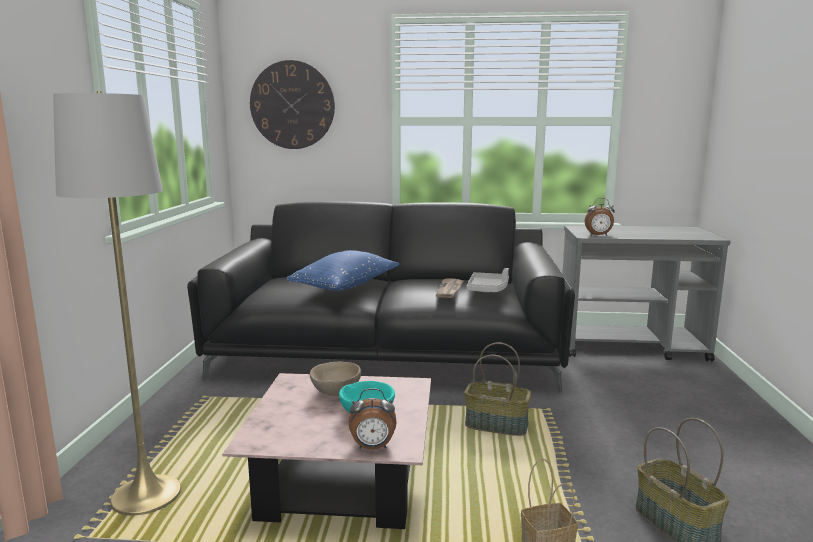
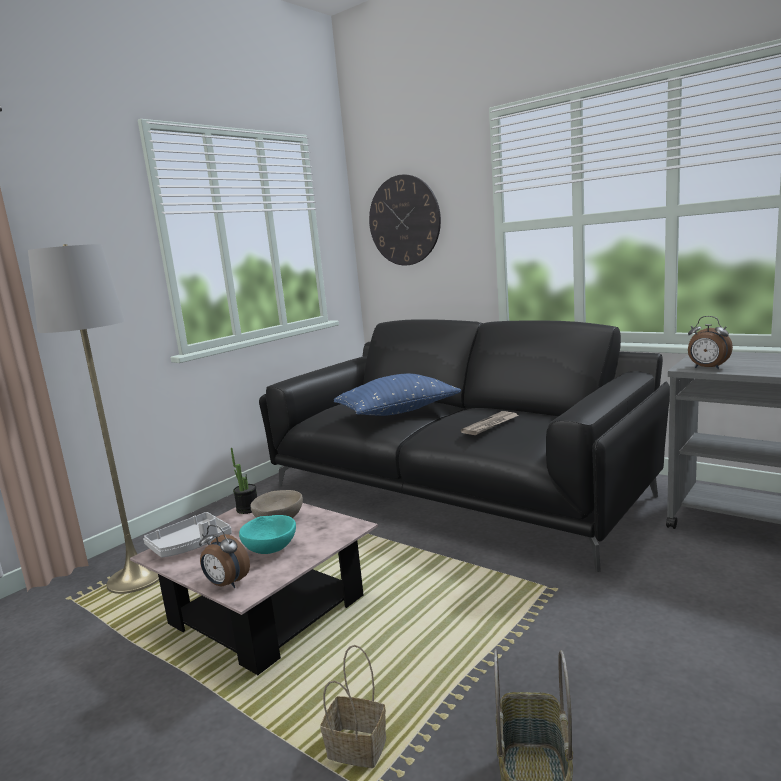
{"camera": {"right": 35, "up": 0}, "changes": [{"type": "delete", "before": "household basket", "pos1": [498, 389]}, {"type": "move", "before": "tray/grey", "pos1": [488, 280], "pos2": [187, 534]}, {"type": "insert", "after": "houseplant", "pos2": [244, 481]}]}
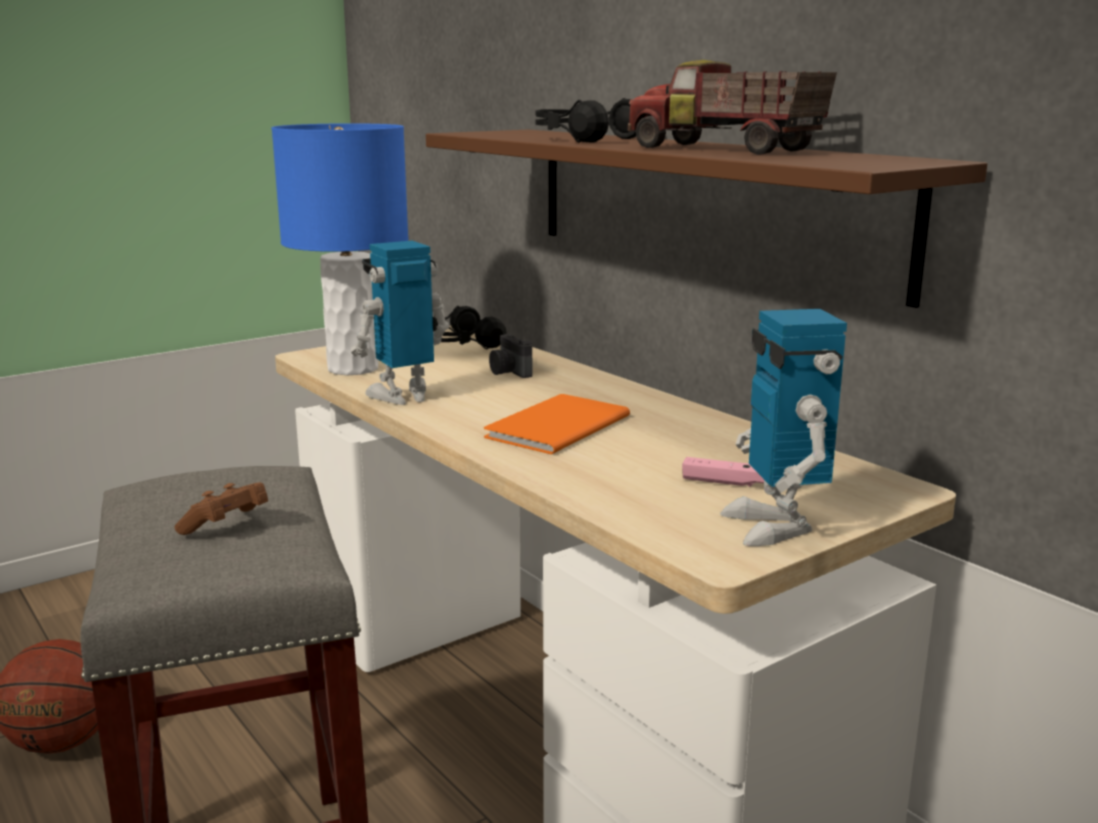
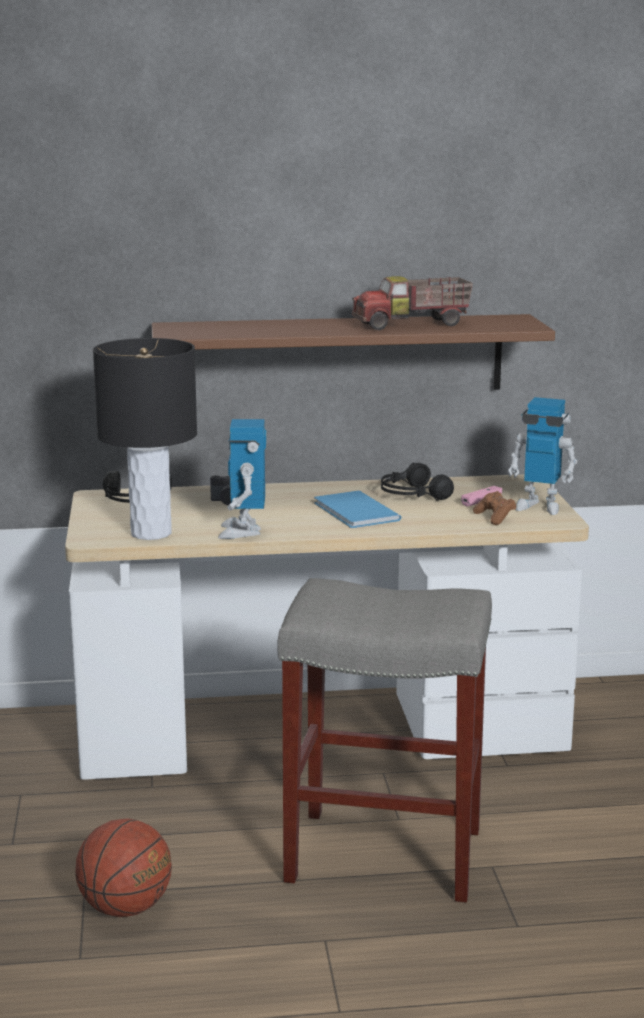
{"camera": {"right": -60, "up": 0}, "changes": [{"type": "move", "before": "gamepad/brownish", "pos1": [221, 508], "pos2": [494, 508]}, {"type": "recolor", "before": "table lamp/bluish", "after": "table lamp/black", "pos1": [340, 249], "pos2": [145, 439]}, {"type": "recolor", "before": "book/orange-coloured", "after": "book/bluish", "pos1": [557, 424], "pos2": [357, 509]}, {"type": "move", "before": "headphones/black", "pos1": [585, 120], "pos2": [417, 482]}]}
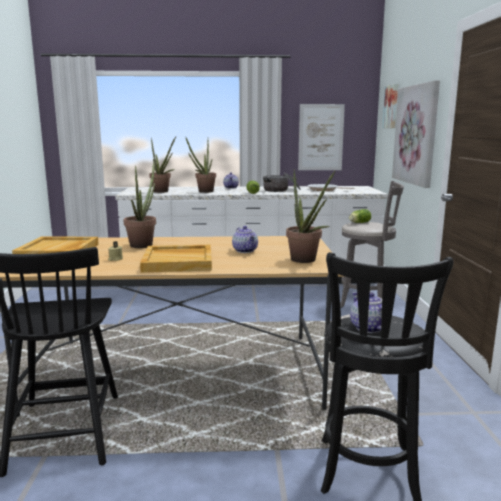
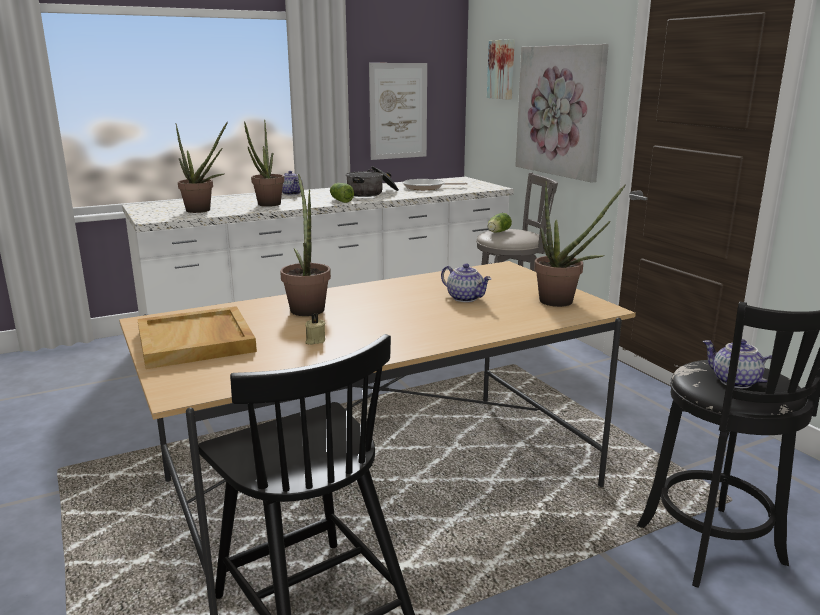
{"camera": {"right": -25, "up": 5}, "changes": [{"type": "delete", "before": "tray/beige-coloured", "pos1": [176, 258]}]}
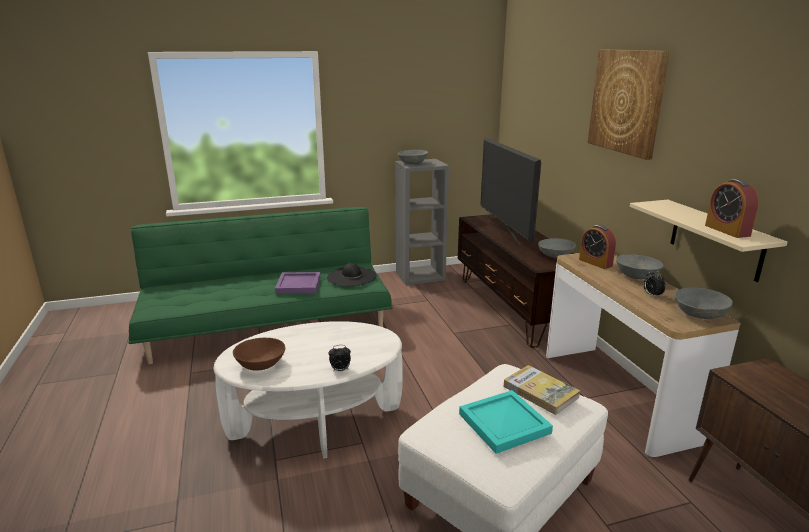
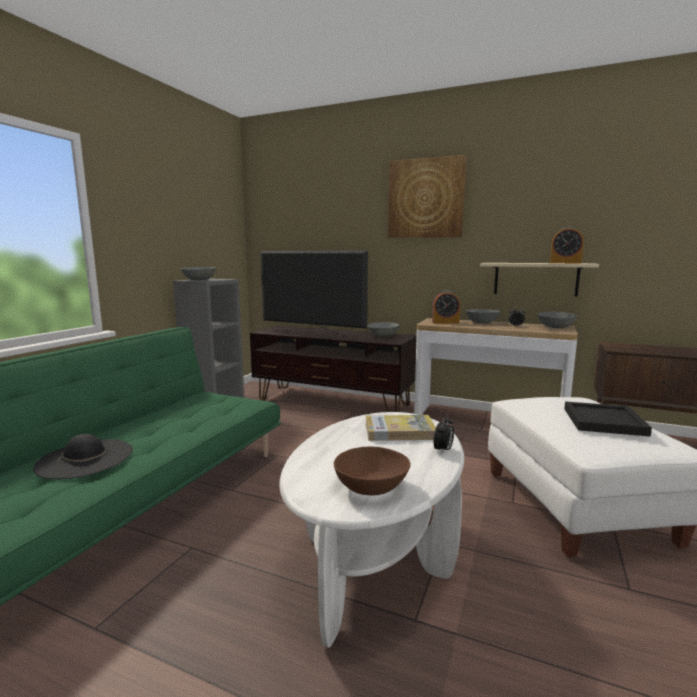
{"camera": {"right": -50, "up": -10}, "changes": [{"type": "delete", "before": "tray/purple-coloured", "pos1": [298, 283]}, {"type": "move", "before": "hat/black", "pos1": [352, 275], "pos2": [83, 456]}, {"type": "recolor", "before": "tray/turquoise", "after": "tray/black", "pos1": [506, 422], "pos2": [608, 419]}, {"type": "move", "before": "book", "pos1": [541, 390], "pos2": [400, 428]}]}
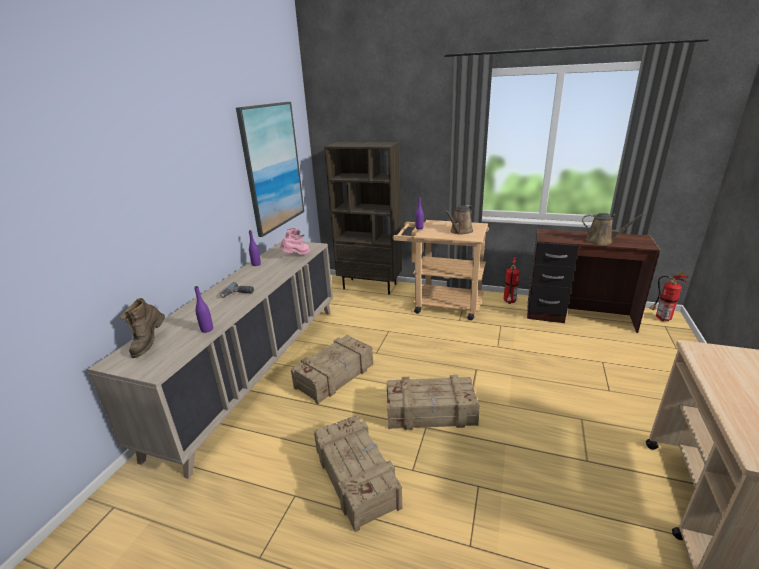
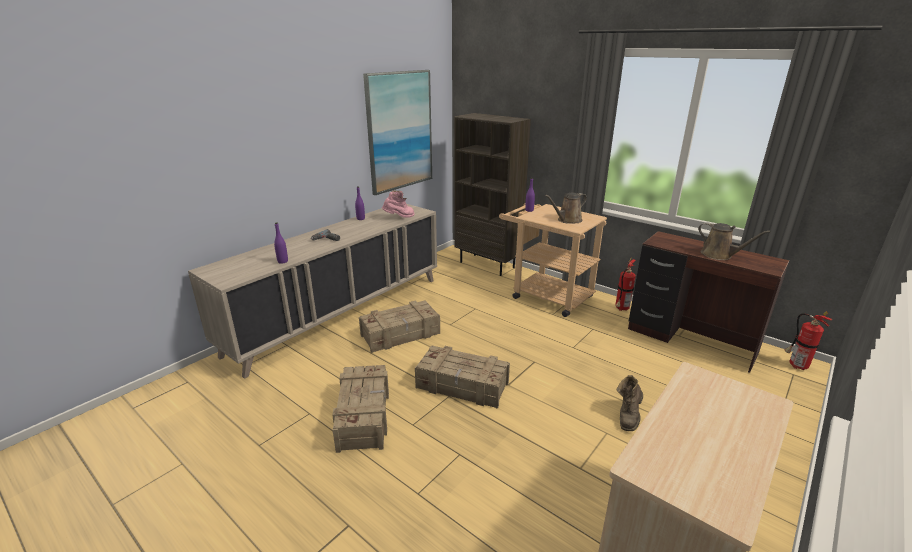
{"camera": {"right": 20, "up": 0}, "changes": [{"type": "move", "before": "high-top boot/brownish", "pos1": [142, 328], "pos2": [630, 403]}]}
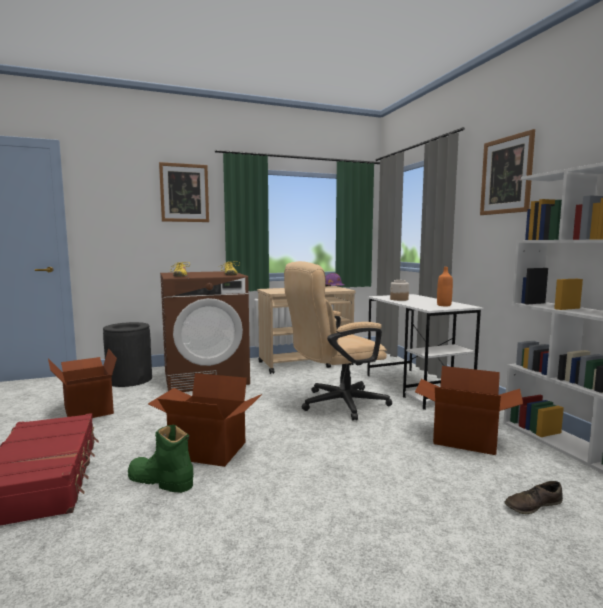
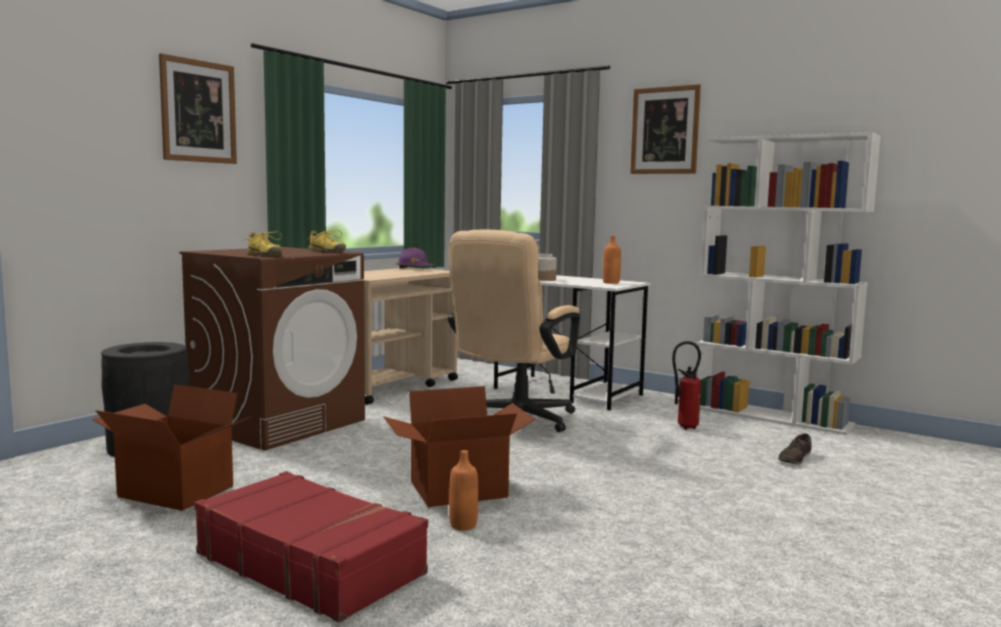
{"camera": {"right": -35, "up": 0}, "changes": [{"type": "replace", "before": "high-top boot/green-coloured", "after": "beverage bottle/orange-coloured", "pos1": [161, 459], "pos2": [463, 490]}, {"type": "replace", "before": "carton", "after": "fire extinguisher", "pos1": [469, 410], "pos2": [686, 385]}]}
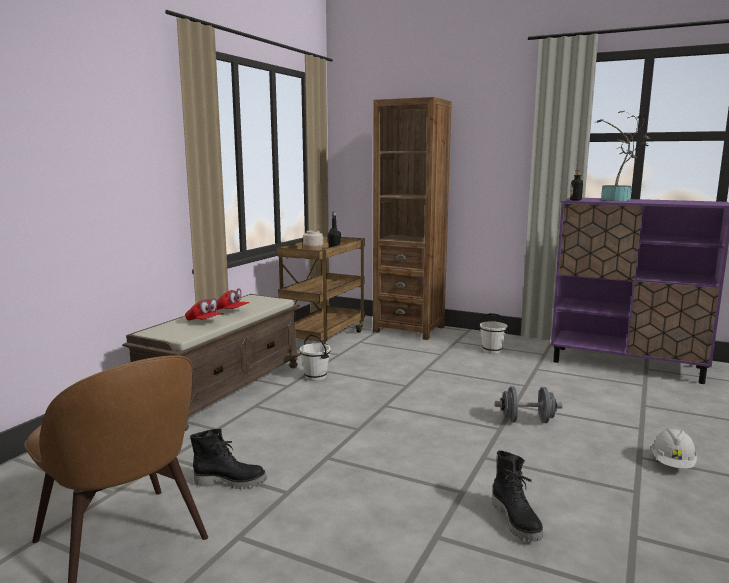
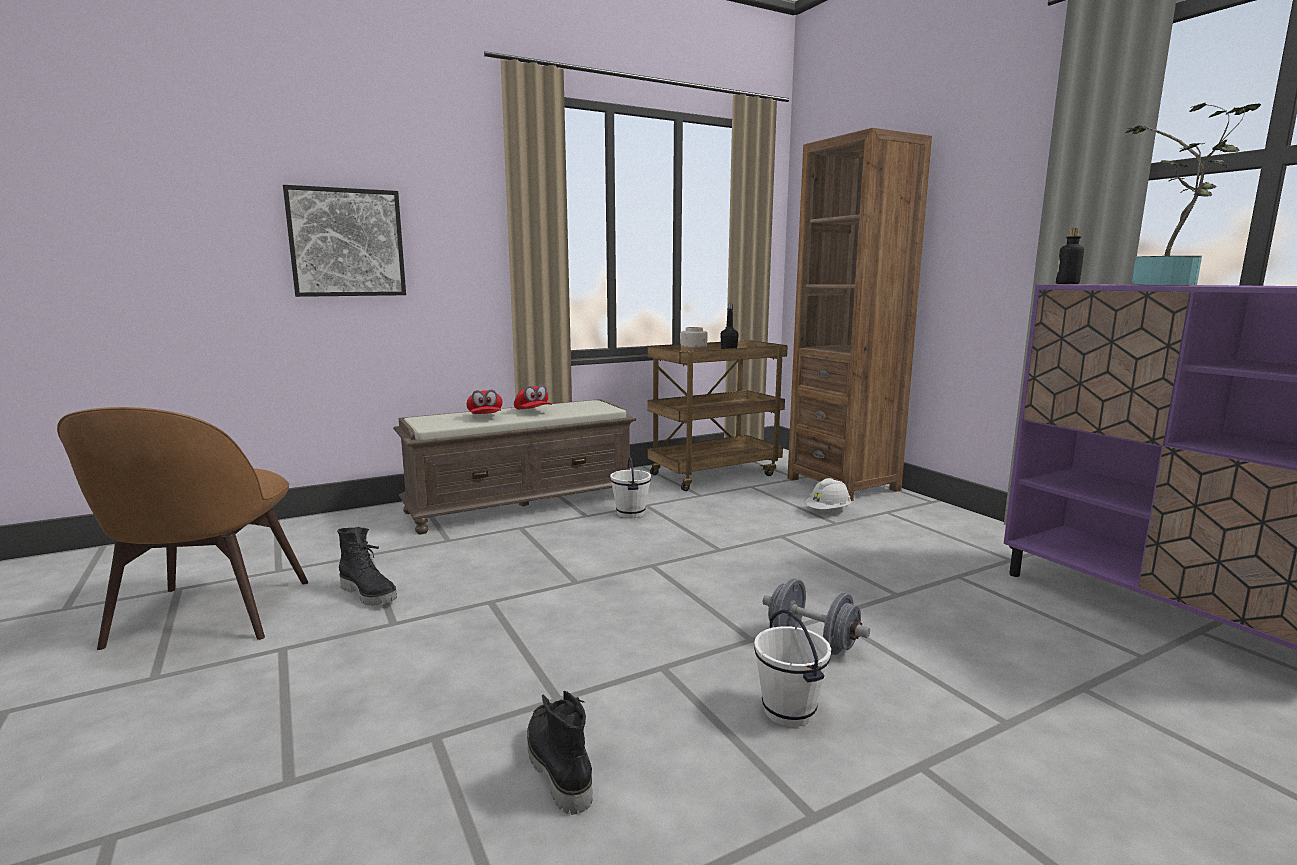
{"camera": {"right": 35, "up": 0}, "changes": [{"type": "move", "before": "water bucket/white", "pos1": [493, 333], "pos2": [792, 668]}, {"type": "rotate", "before": "high-top boot/black", "pos1": [517, 496], "pos2": [559, 752], "turn": 135}, {"type": "move", "before": "work helmet/white", "pos1": [674, 448], "pos2": [828, 493]}, {"type": "insert", "after": "picture", "pos2": [344, 241]}]}
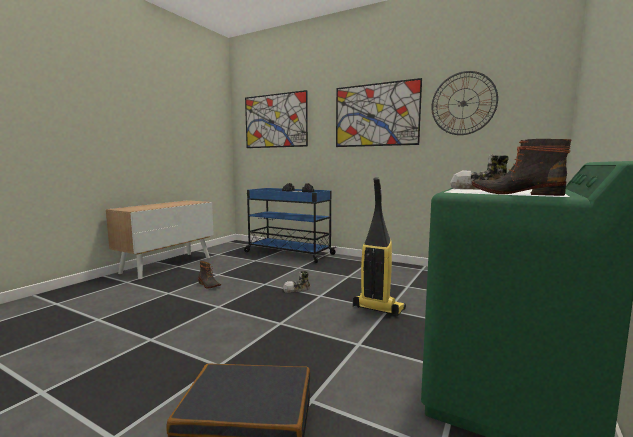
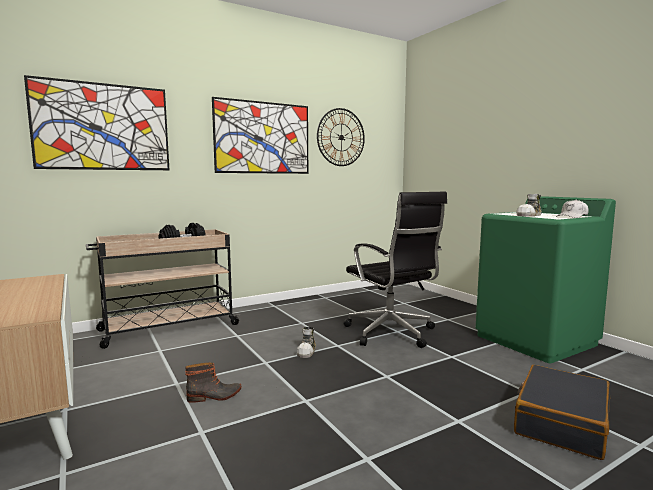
{"camera": {"right": -60, "up": 0}, "changes": [{"type": "recolor", "before": "trolley/bluish", "after": "trolley/beige-coloured", "pos1": [290, 225], "pos2": [163, 289]}, {"type": "replace", "before": "vacuum", "after": "computer chair/black", "pos1": [379, 246], "pos2": [395, 269]}, {"type": "replace", "before": "high-top boot", "after": "baseball cap/white", "pos1": [521, 167], "pos2": [572, 209]}]}
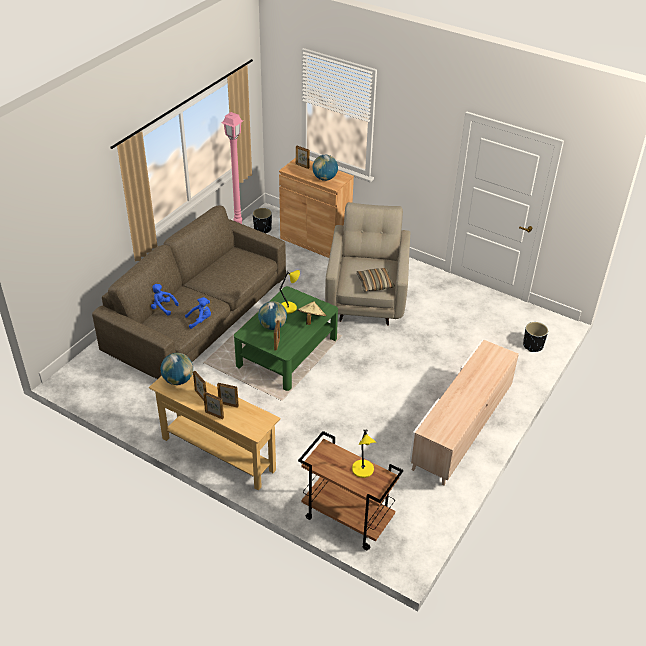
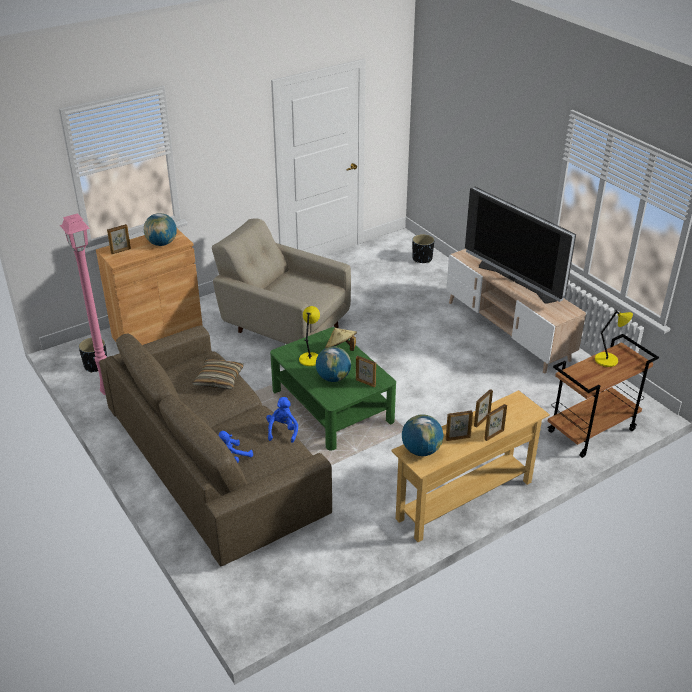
{"camera": {"right": -65, "up": -5}, "changes": [{"type": "move", "before": "cushion", "pos1": [375, 280], "pos2": [218, 374]}, {"type": "insert", "after": "television", "pos2": [520, 245]}]}
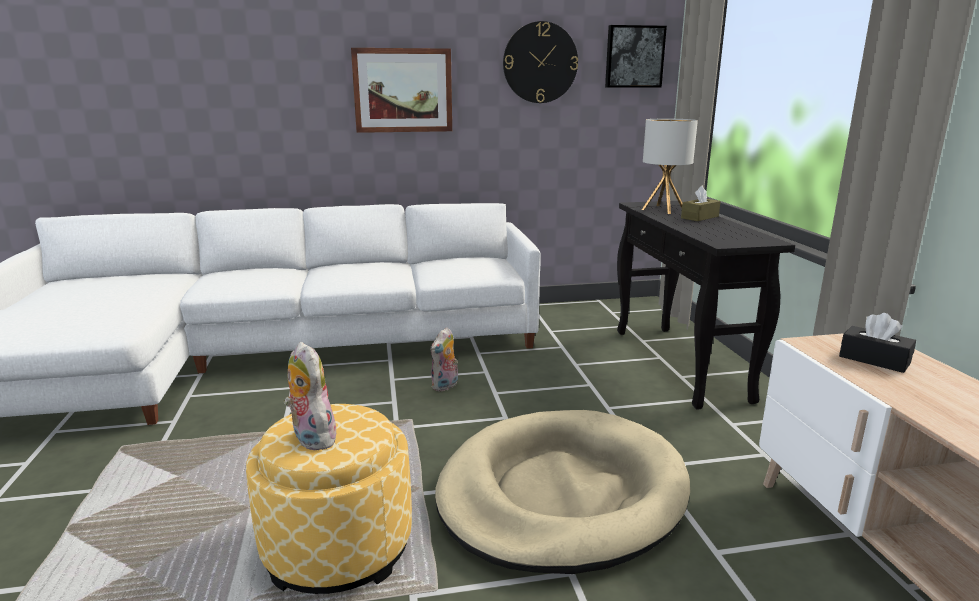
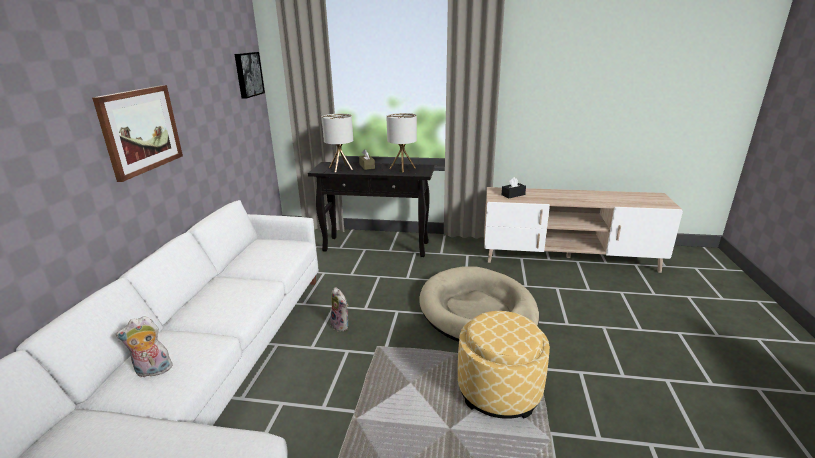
{"camera": {"right": -70, "up": 5}, "changes": [{"type": "move", "before": "soft toy", "pos1": [312, 396], "pos2": [145, 347]}, {"type": "delete", "before": "hanging clock", "pos1": [540, 62]}, {"type": "insert", "after": "table lamp", "pos2": [401, 142]}]}
